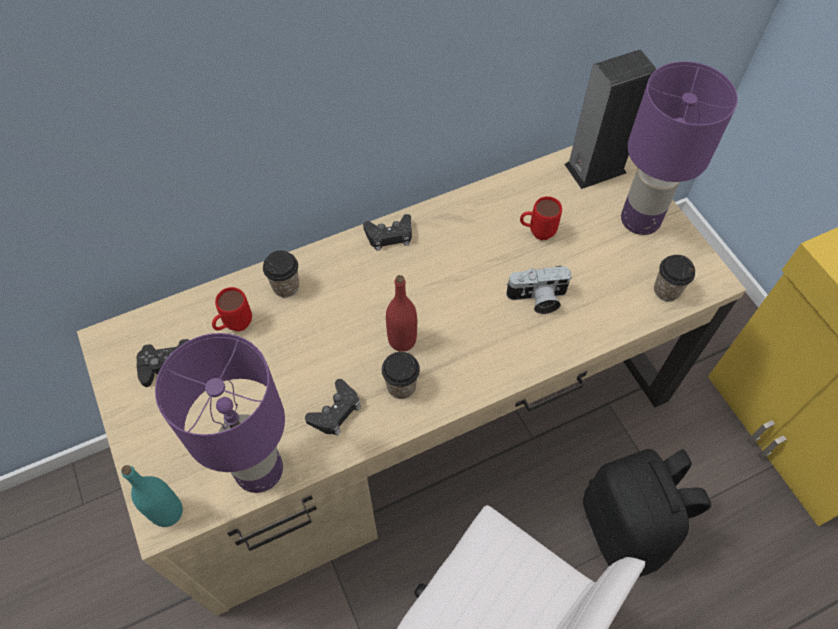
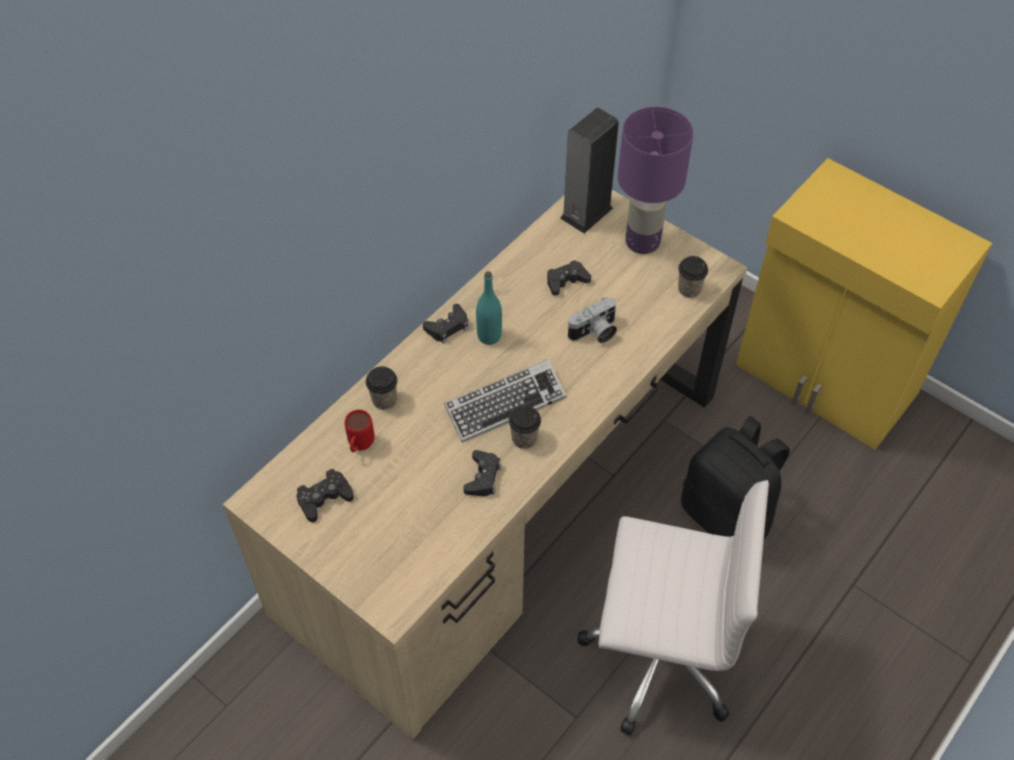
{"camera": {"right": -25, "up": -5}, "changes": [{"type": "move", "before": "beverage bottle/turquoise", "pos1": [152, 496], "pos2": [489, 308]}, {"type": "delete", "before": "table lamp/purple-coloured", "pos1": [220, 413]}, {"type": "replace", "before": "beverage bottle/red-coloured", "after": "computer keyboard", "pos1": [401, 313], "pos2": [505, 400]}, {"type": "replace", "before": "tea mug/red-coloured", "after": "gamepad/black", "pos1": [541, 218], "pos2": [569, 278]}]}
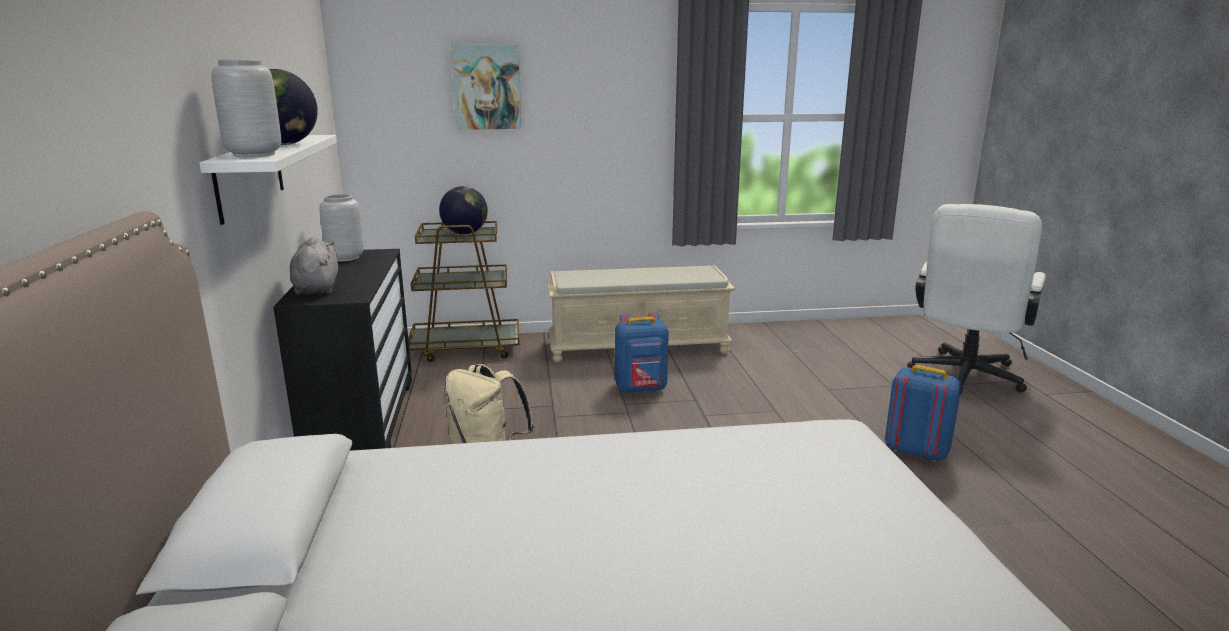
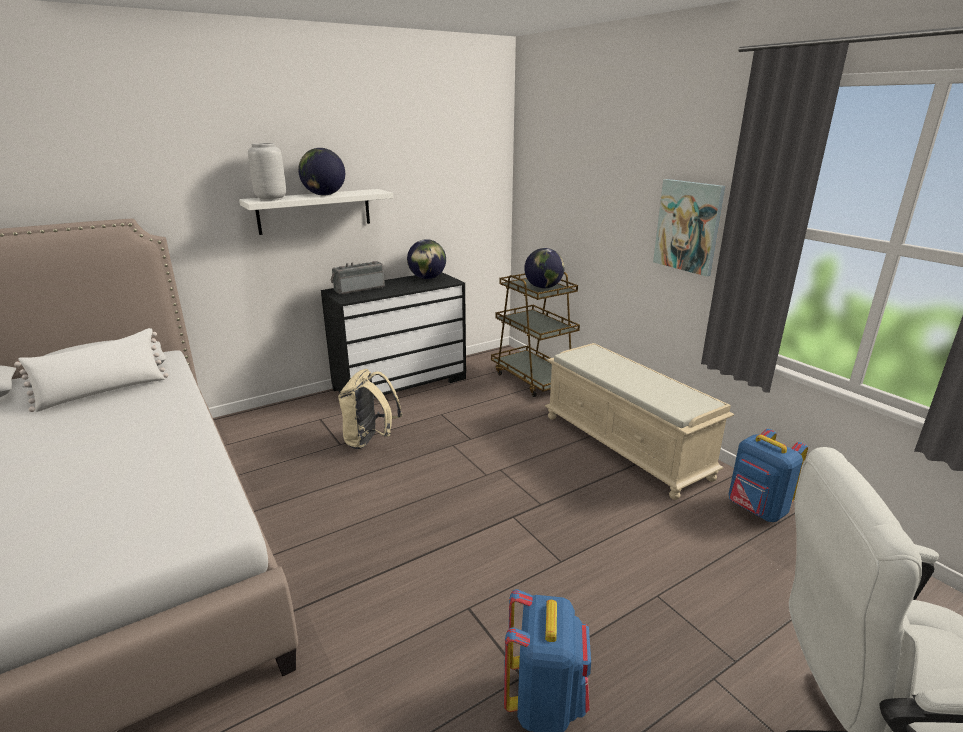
{"camera": {"right": 65, "up": 5}, "changes": [{"type": "replace", "before": "soft toy/grey", "after": "radio set", "pos1": [314, 265], "pos2": [358, 277]}, {"type": "replace", "before": "vase/grey", "after": "world globe", "pos1": [341, 227], "pos2": [426, 259]}, {"type": "move", "before": "picture", "pos1": [486, 87], "pos2": [689, 228]}, {"type": "move", "before": "rucksack/bluish", "pos1": [642, 352], "pos2": [768, 475]}, {"type": "insert", "after": "cushion/white", "pos2": [91, 370]}]}
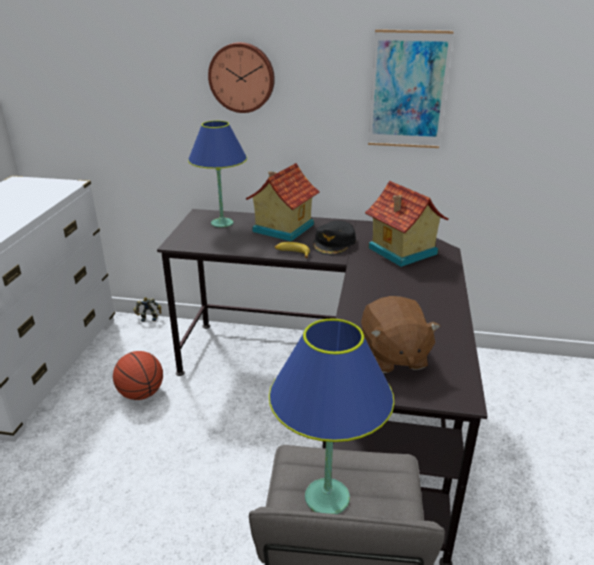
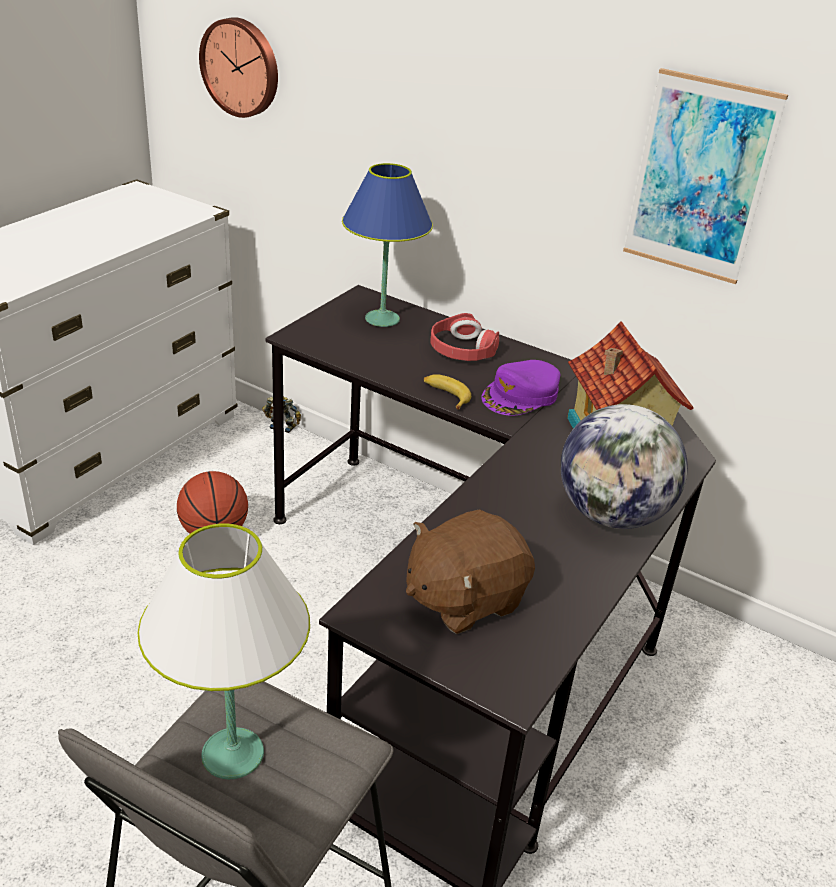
{"camera": {"right": 20, "up": 5}, "changes": [{"type": "move", "before": "hanging clock", "pos1": [241, 77], "pos2": [238, 67]}, {"type": "replace", "before": "miniature house", "after": "headphones/red-coloured", "pos1": [283, 202], "pos2": [465, 337]}, {"type": "recolor", "before": "table lamp/bluish", "after": "table lamp/white", "pos1": [331, 416], "pos2": [224, 651]}, {"type": "recolor", "before": "baseball cap/black", "after": "baseball cap/purple-coloured", "pos1": [334, 238], "pos2": [520, 388]}, {"type": "rotate", "before": "soft toy/brownish", "pos1": [401, 334], "pos2": [470, 571], "turn": 45}, {"type": "insert", "after": "world globe", "pos2": [624, 466]}]}
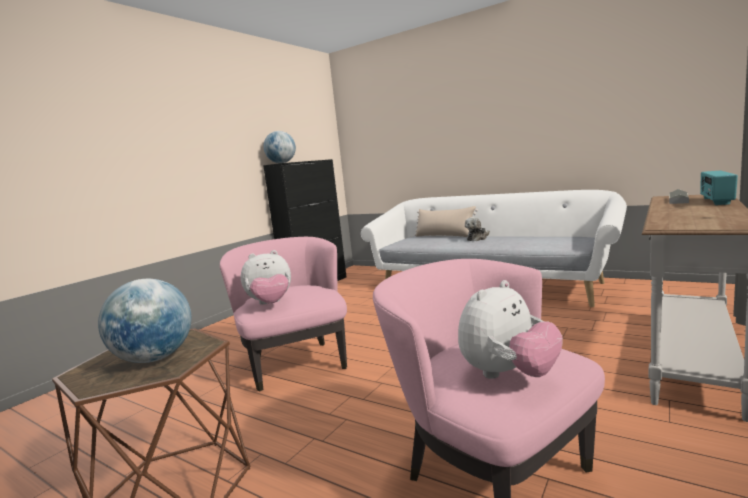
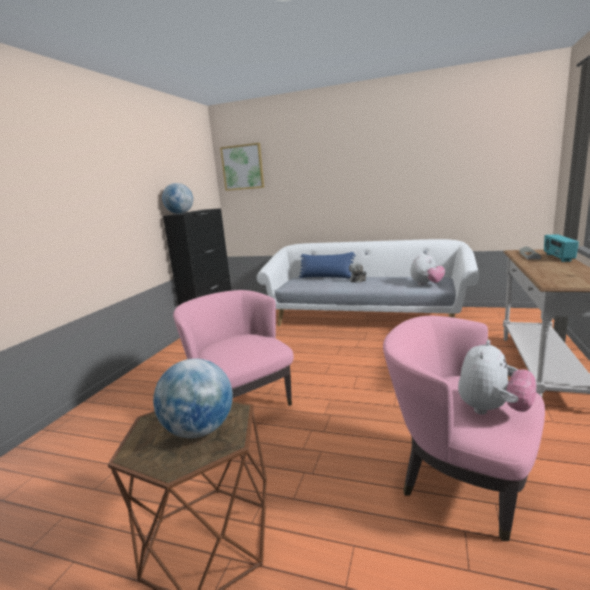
{"camera": {"right": -15, "up": 5}, "changes": [{"type": "move", "before": "soft toy", "pos1": [266, 277], "pos2": [427, 269]}, {"type": "recolor", "before": "cushion/beige-coloured", "after": "cushion/bluish", "pos1": [446, 221], "pos2": [327, 265]}, {"type": "insert", "after": "picture", "pos2": [242, 167]}]}
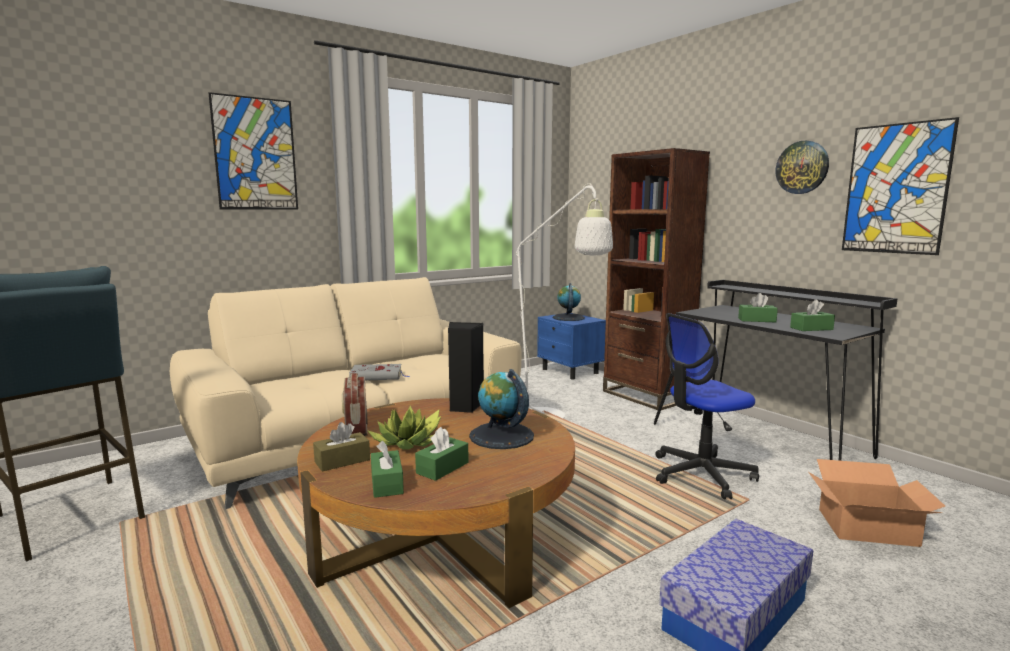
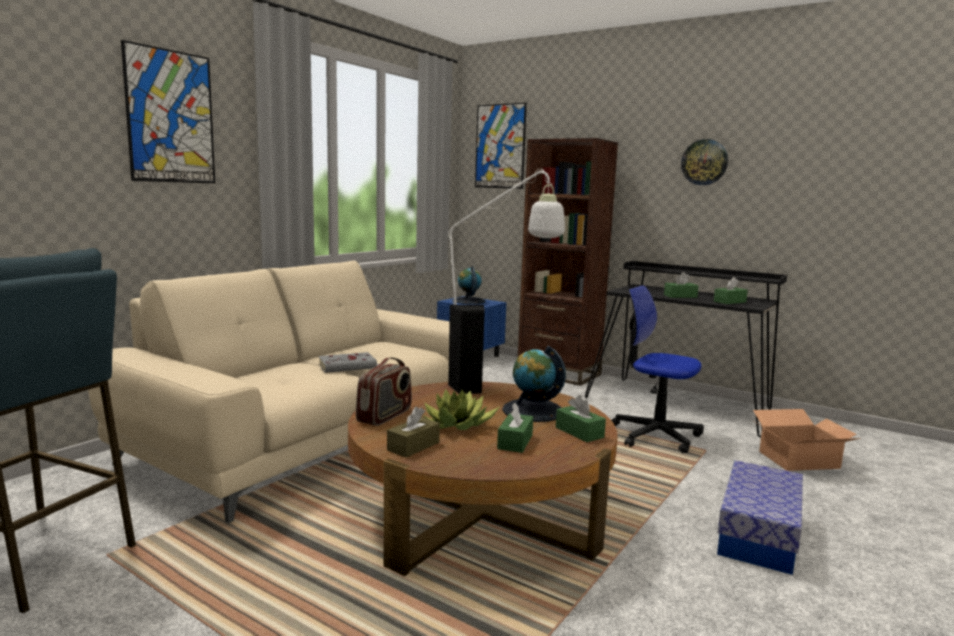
{"camera": {"right": -20, "up": 0}, "changes": [{"type": "rotate", "before": "radio set", "pos1": [355, 404], "pos2": [384, 391], "turn": -120}, {"type": "move", "before": "tissue box/green-coloured", "pos1": [387, 469], "pos2": [581, 418]}, {"type": "rotate", "before": "computer chair", "pos1": [707, 406], "pos2": [657, 369], "turn": 75}, {"type": "move", "before": "picture", "pos1": [900, 186], "pos2": [501, 146]}]}
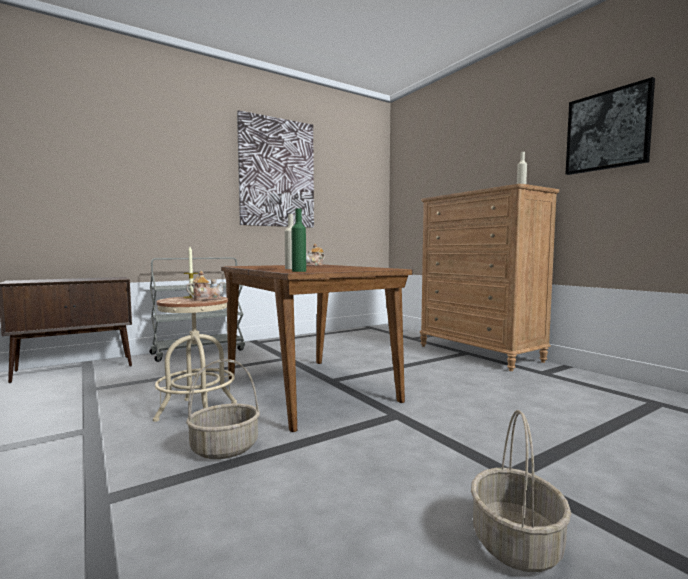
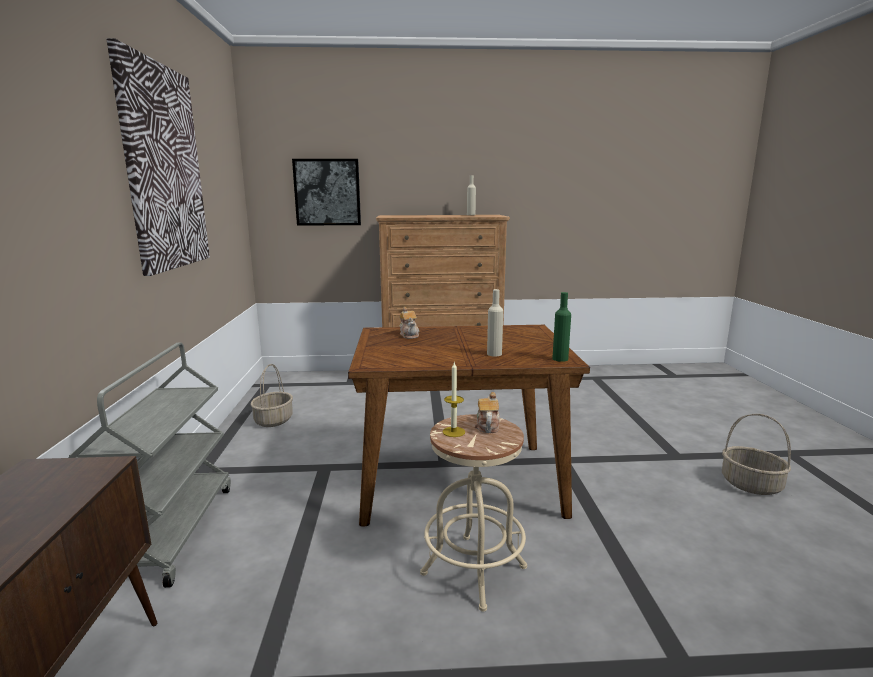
{"camera": {"right": -60, "up": 10}, "changes": [{"type": "move", "before": "household basket", "pos1": [223, 409], "pos2": [272, 395]}, {"type": "move", "before": "picture", "pos1": [610, 126], "pos2": [326, 192]}]}
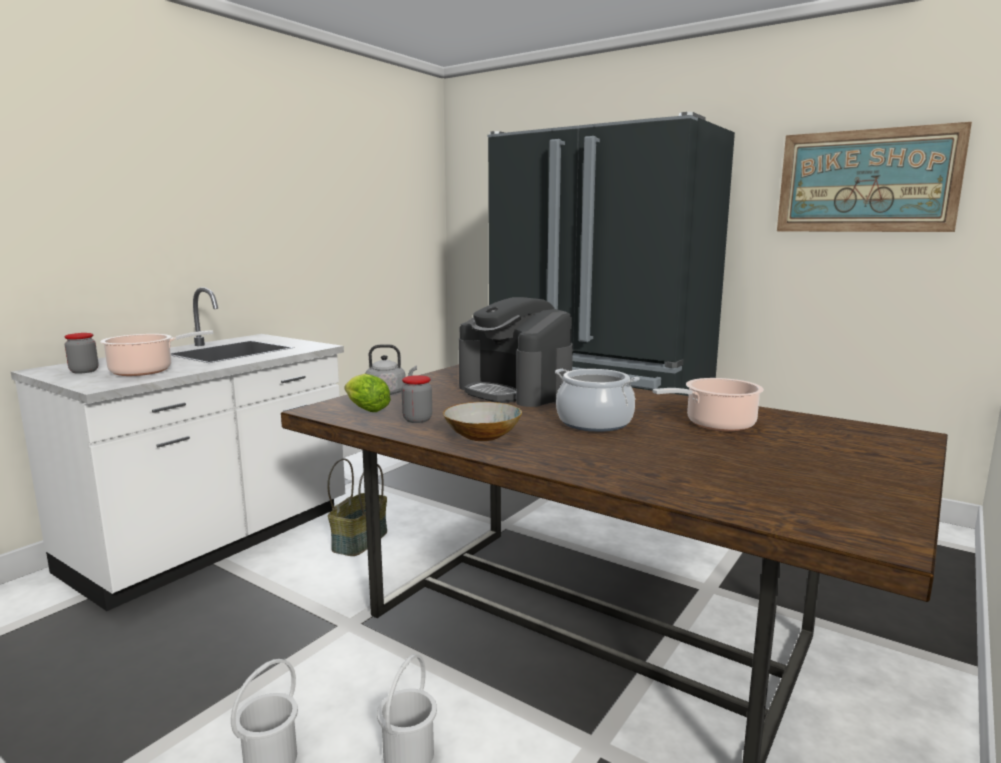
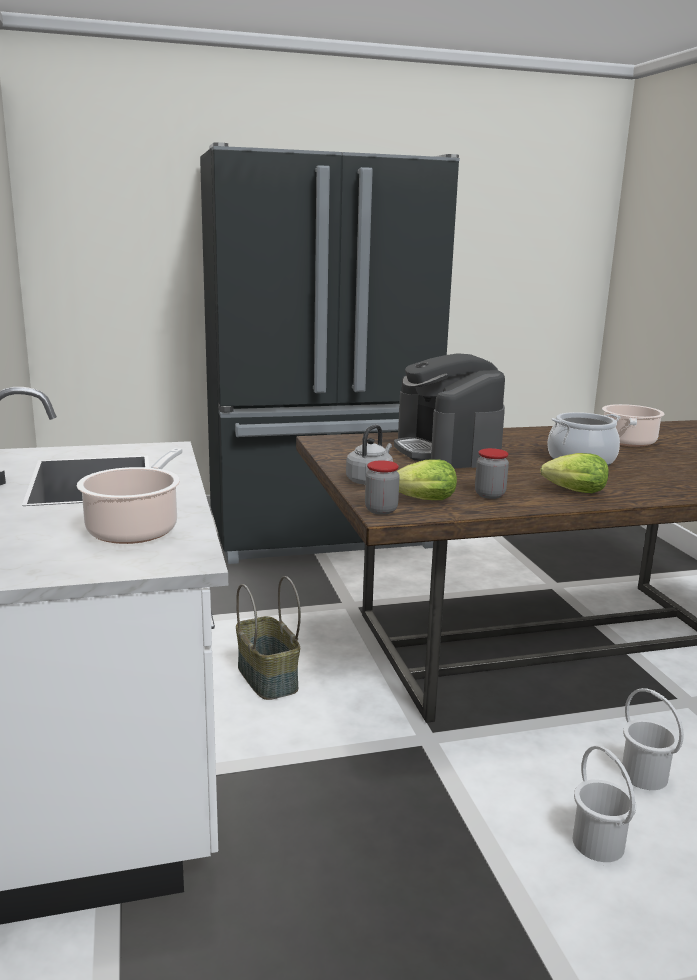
{"camera": {"right": -50, "up": 5}, "changes": [{"type": "move", "before": "preserve jar", "pos1": [81, 353], "pos2": [382, 487]}, {"type": "replace", "before": "deep dish", "after": "lettuce", "pos1": [482, 421], "pos2": [574, 473]}, {"type": "rotate", "before": "coffee machine", "pos1": [515, 352], "pos2": [449, 410], "turn": 75}, {"type": "delete", "before": "picture", "pos1": [874, 177]}]}
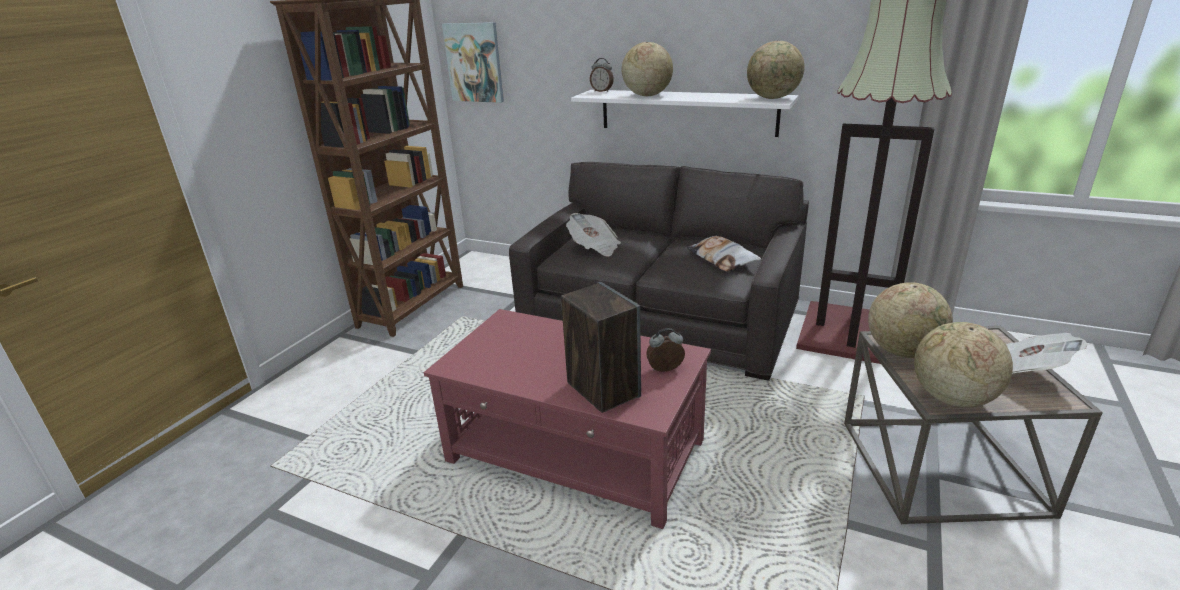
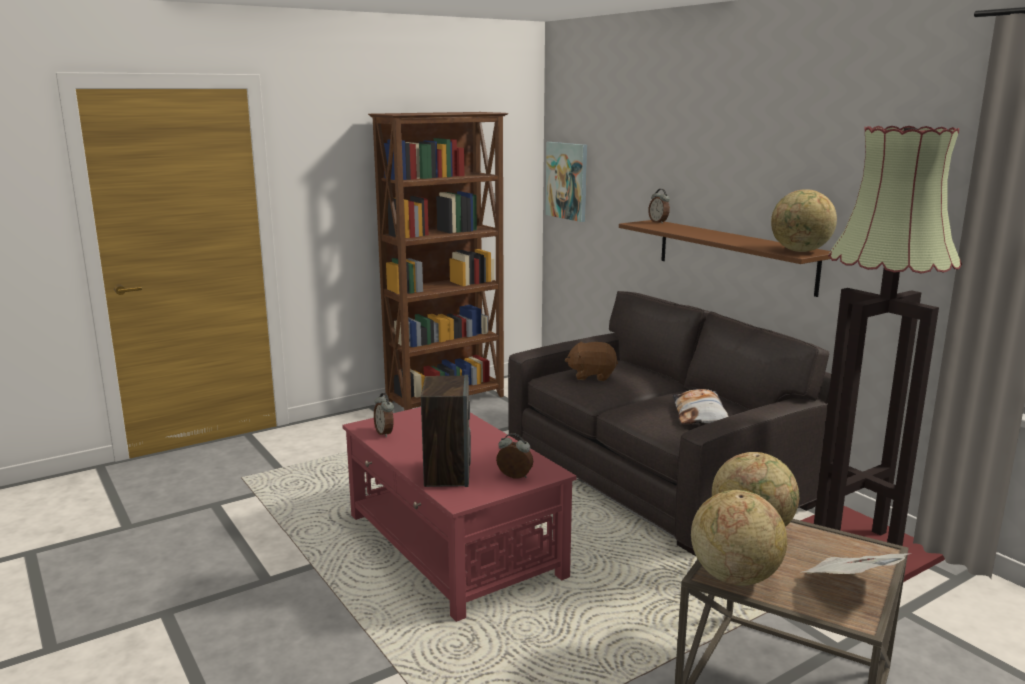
{"camera": {"right": 30, "up": -10}, "changes": [{"type": "replace", "before": "daily paper", "after": "soft toy/brownish", "pos1": [593, 235], "pos2": [591, 361]}, {"type": "recolor", "before": "wall shelf/white", "after": "wall shelf/brownish", "pos1": [684, 113], "pos2": [725, 258]}, {"type": "delete", "before": "world globe", "pos1": [647, 69]}, {"type": "insert", "after": "alarm clock", "pos2": [384, 415]}]}
